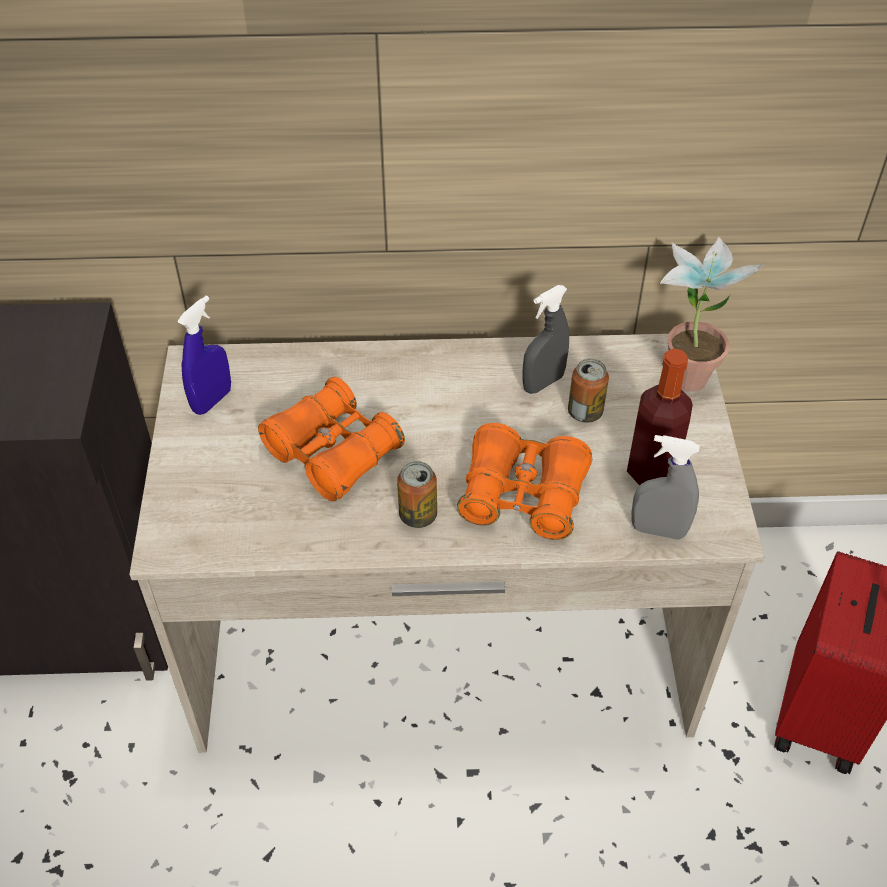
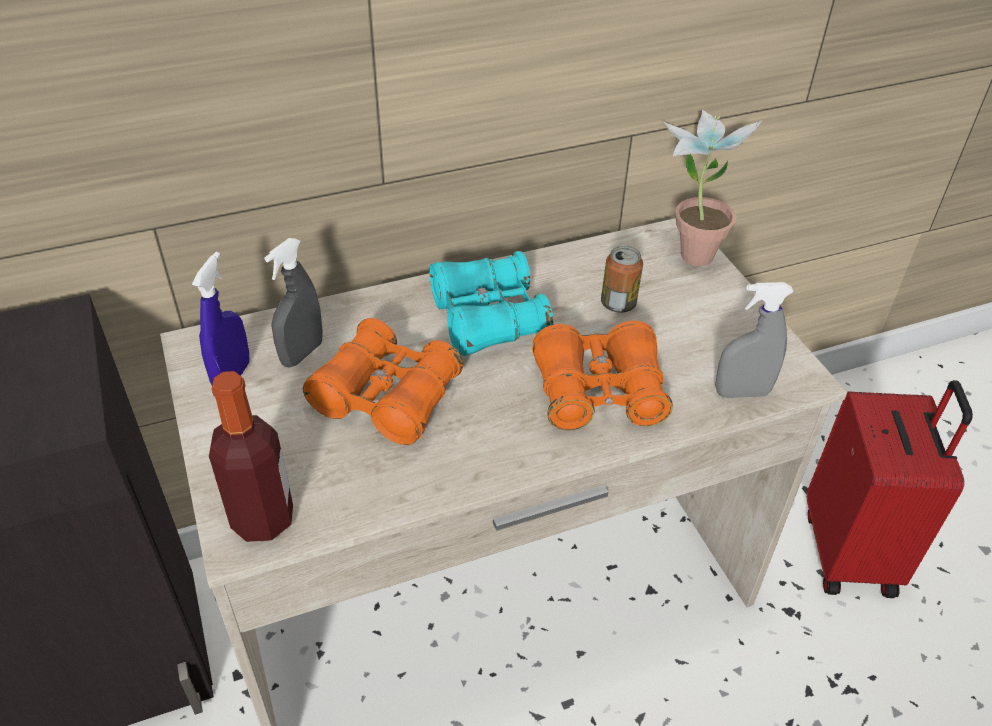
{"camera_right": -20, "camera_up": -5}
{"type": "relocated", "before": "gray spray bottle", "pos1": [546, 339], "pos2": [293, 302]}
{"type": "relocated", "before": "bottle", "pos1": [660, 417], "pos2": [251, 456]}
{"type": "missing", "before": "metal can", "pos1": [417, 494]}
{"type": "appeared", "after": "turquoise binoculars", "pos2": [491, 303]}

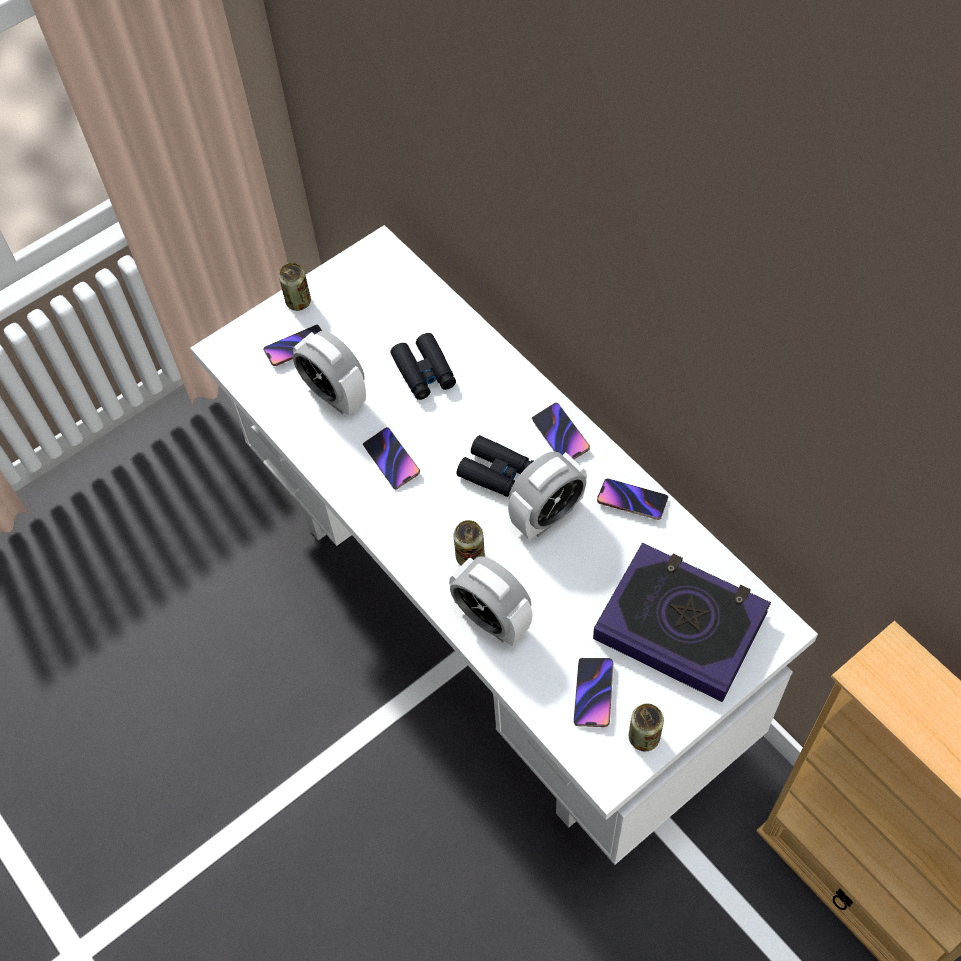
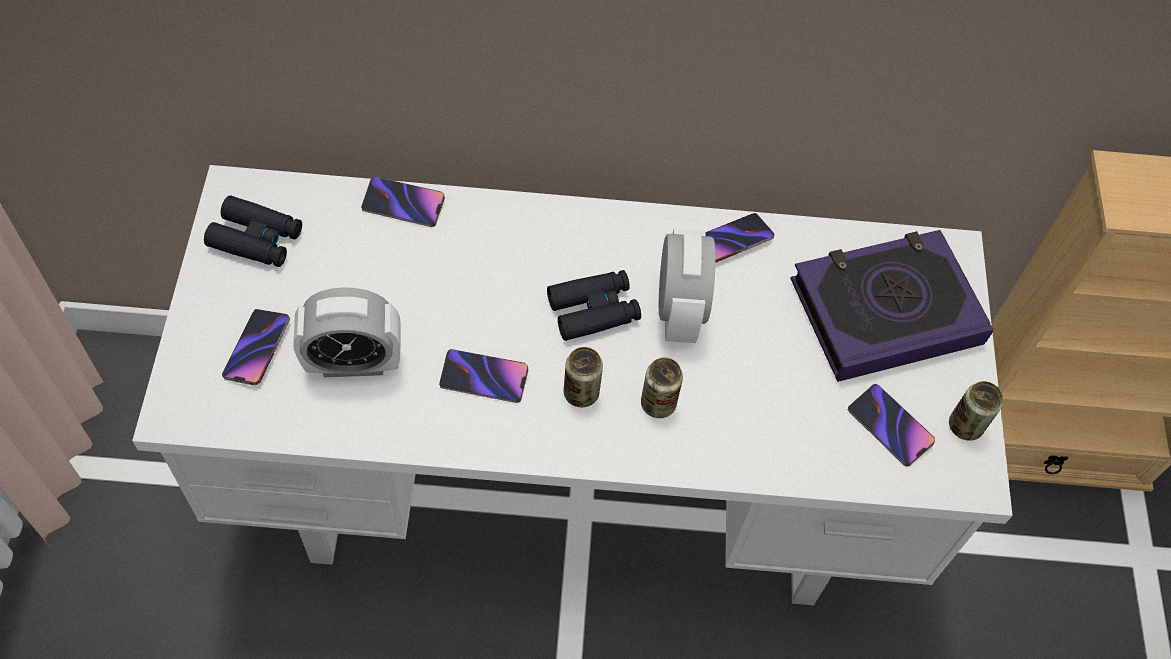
{"camera_right": -55, "camera_up": 0}
{"type": "relocated", "before": "metal can", "pos1": [295, 287], "pos2": [583, 377]}
{"type": "relocated", "before": "black-coloured binoculars", "pos1": [423, 366], "pos2": [253, 231]}
{"type": "relocated", "before": "phone", "pos1": [561, 431], "pos2": [403, 202]}
{"type": "missing", "before": "alarm clock", "pos1": [490, 601]}

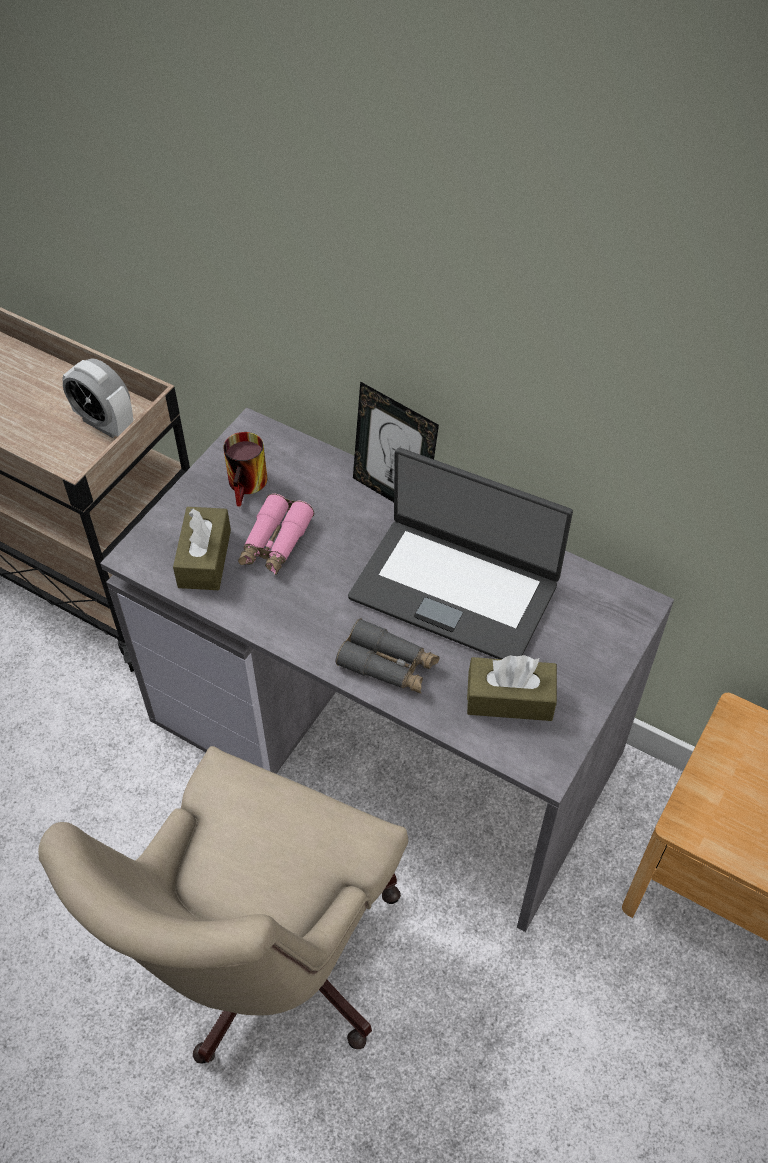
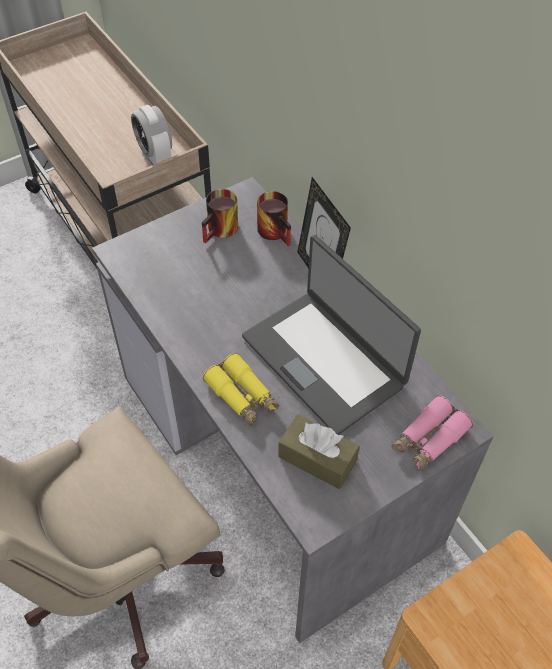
{"camera_right": 25, "camera_up": 0}
{"type": "relocated", "before": "pink-coloured binoculars", "pos1": [276, 534], "pos2": [432, 433]}
{"type": "missing", "before": "brownish tissue box", "pos1": [202, 548]}
{"type": "colour", "before": "gray binoculars", "after": "yellowish binoculars", "pos1": [387, 656], "pos2": [241, 390]}
{"type": "appeared", "after": "tea mug", "pos2": [274, 218]}

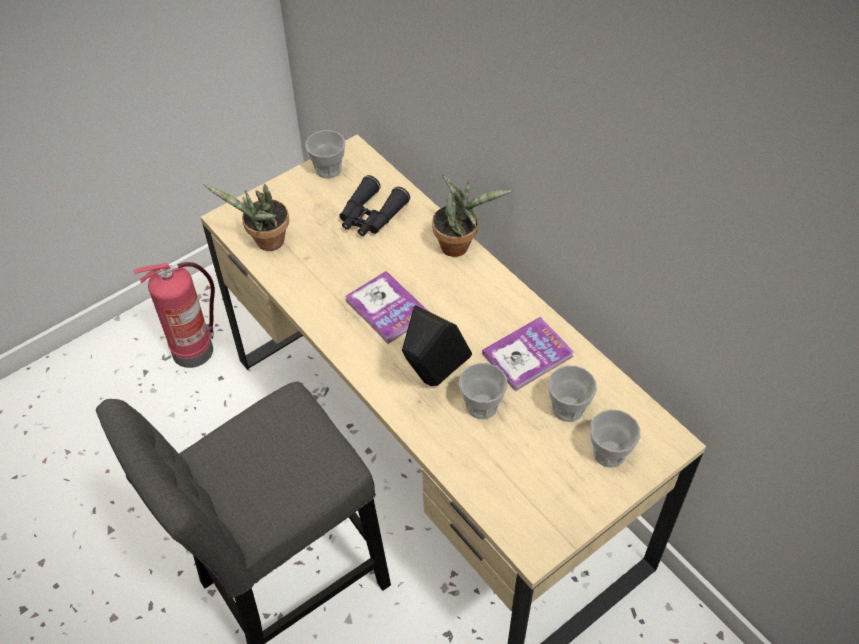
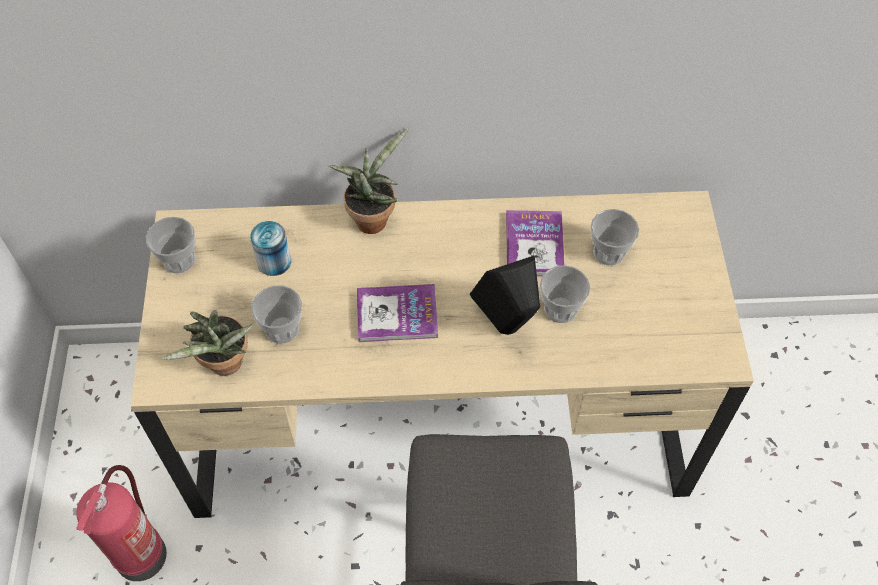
{"camera_right": -55, "camera_up": 5}
{"type": "exchanged", "before": "black-coloured binoculars", "after": "metal can", "pos1": [374, 205], "pos2": [270, 248]}
{"type": "relocated", "before": "drinking cup", "pos1": [615, 438], "pos2": [276, 314]}

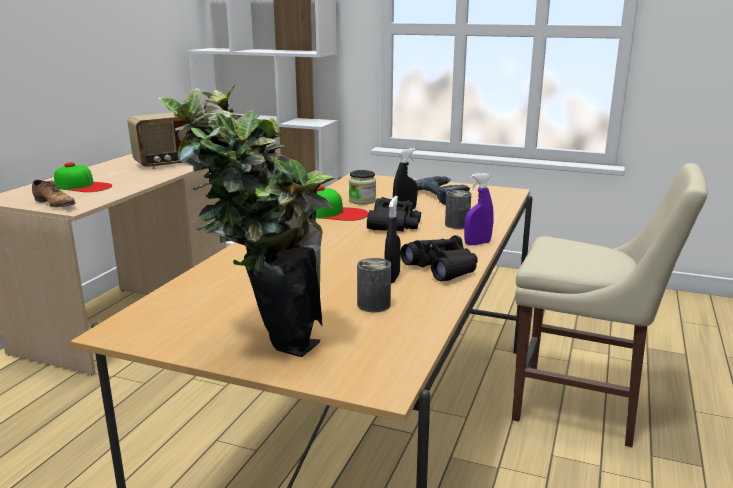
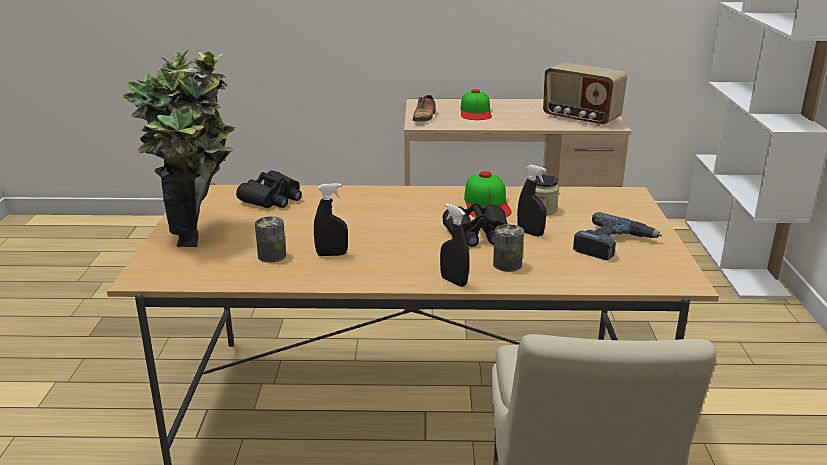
{"camera_right": 70, "camera_up": 5}
{"type": "colour", "before": "purple-coloured spray bottle", "after": "black-coloured spray bottle", "pos1": [479, 209], "pos2": [454, 245]}
{"type": "relocated", "before": "black-coloured binoculars", "pos1": [439, 258], "pos2": [269, 189]}

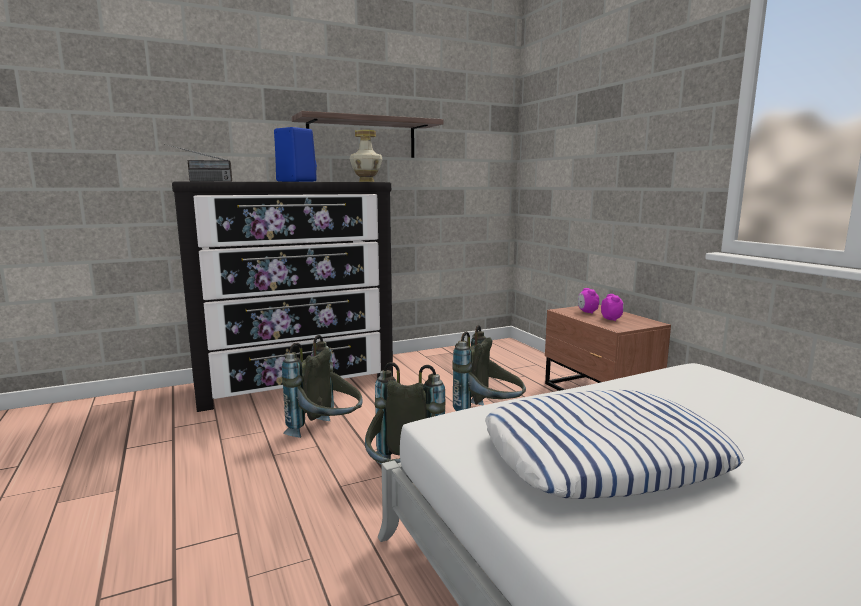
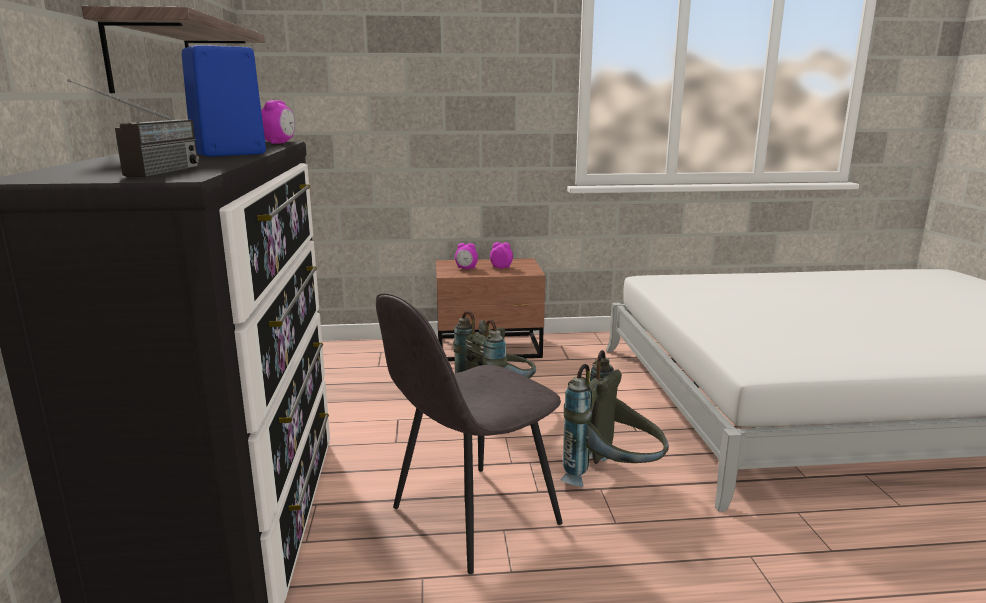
{"camera_right": -70, "camera_up": 5}
{"type": "exchanged", "before": "flower vase", "after": "alarm clock", "pos1": [366, 156], "pos2": [278, 122]}
{"type": "exchanged", "before": "gray backpack", "after": "gray upright chair", "pos1": [322, 386], "pos2": [469, 433]}
{"type": "missing", "before": "pillow", "pos1": [614, 444]}

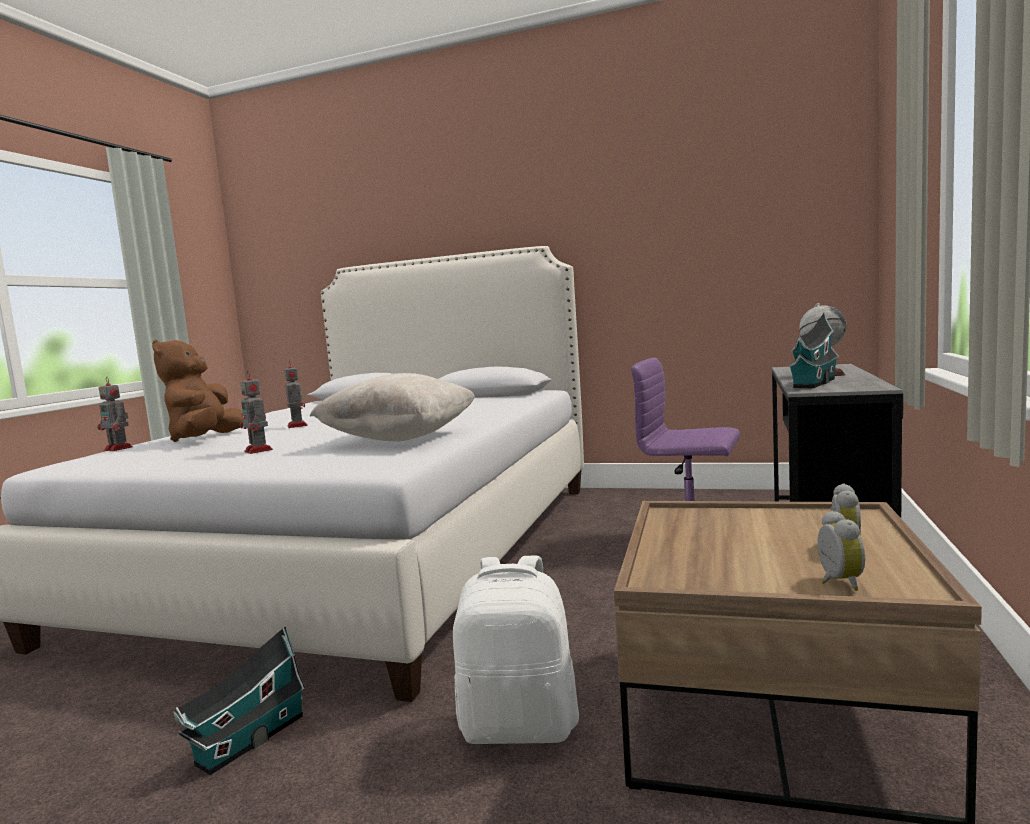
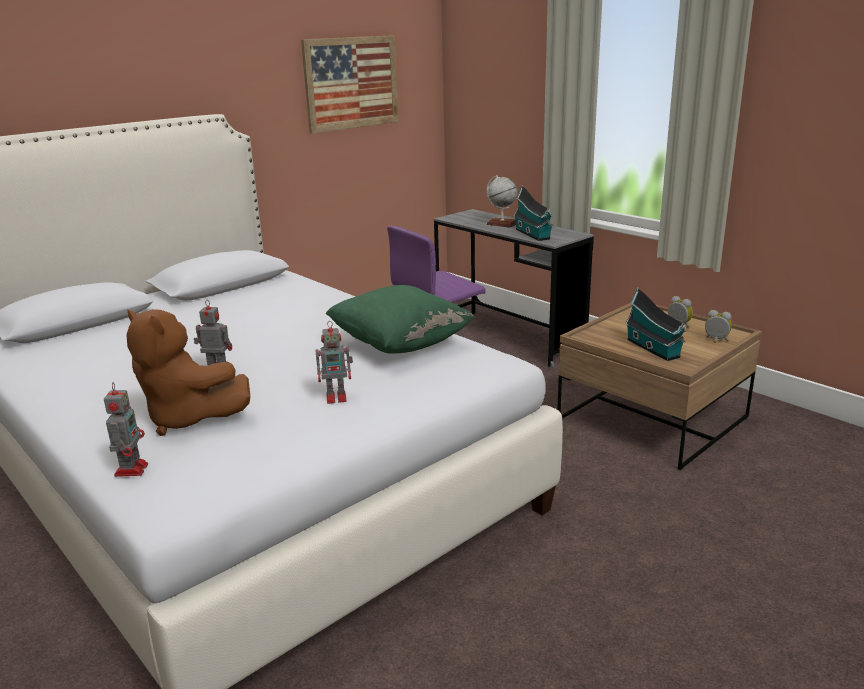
{"camera_right": -60, "camera_up": 15}
{"type": "colour", "before": "beige-coloured pillow", "after": "green pillow", "pos1": [392, 407], "pos2": [400, 319]}
{"type": "spun", "before": "robot figure", "pos1": [115, 414], "pos2": [126, 429], "turn": -60}
{"type": "missing", "before": "white-coloured backpack", "pos1": [516, 649]}
{"type": "relocated", "before": "miniature house", "pos1": [239, 700], "pos2": [655, 324]}
{"type": "appeared", "after": "wall art", "pos2": [349, 84]}

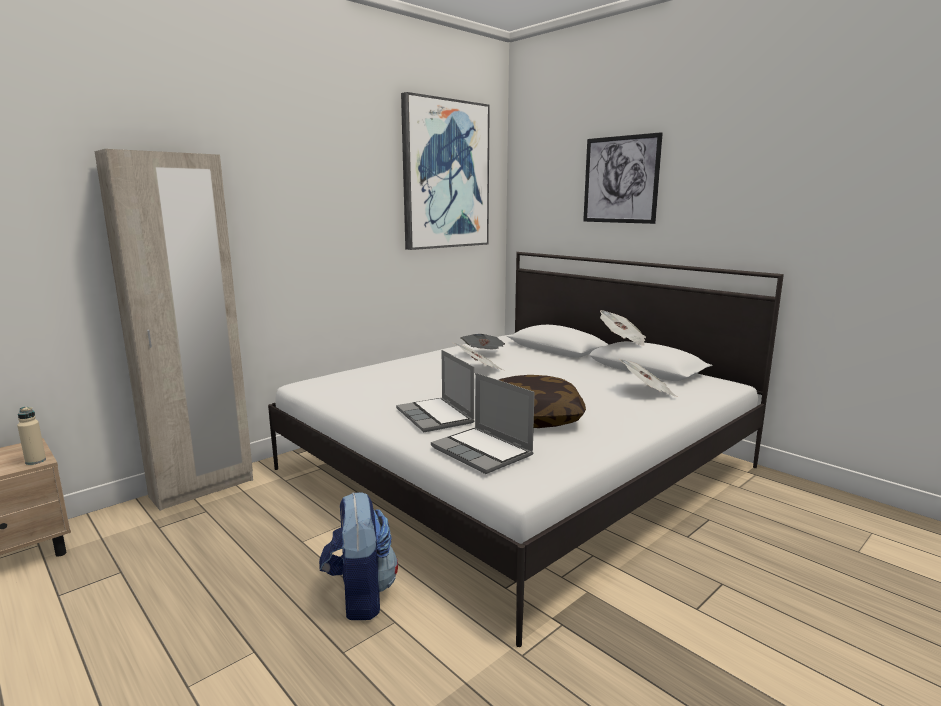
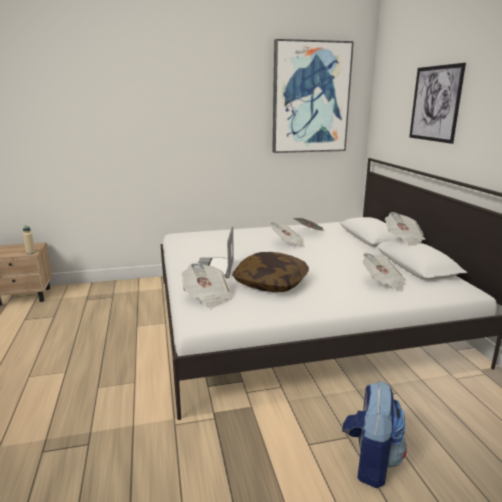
{"camera_right": 30, "camera_up": 5}
{"type": "missing", "before": "beige-coloured armoire", "pos1": [174, 330]}
{"type": "exchanged", "before": "portable computer", "after": "printed paper", "pos1": [483, 423], "pos2": [206, 285]}
{"type": "relocated", "before": "backpack", "pos1": [358, 556], "pos2": [374, 434]}

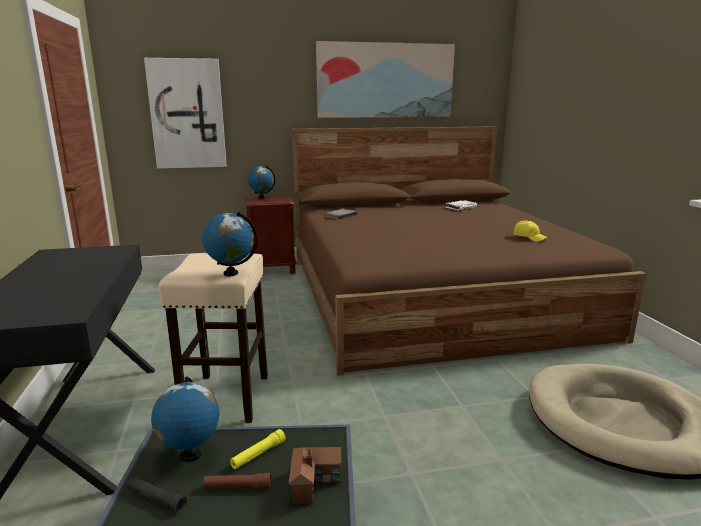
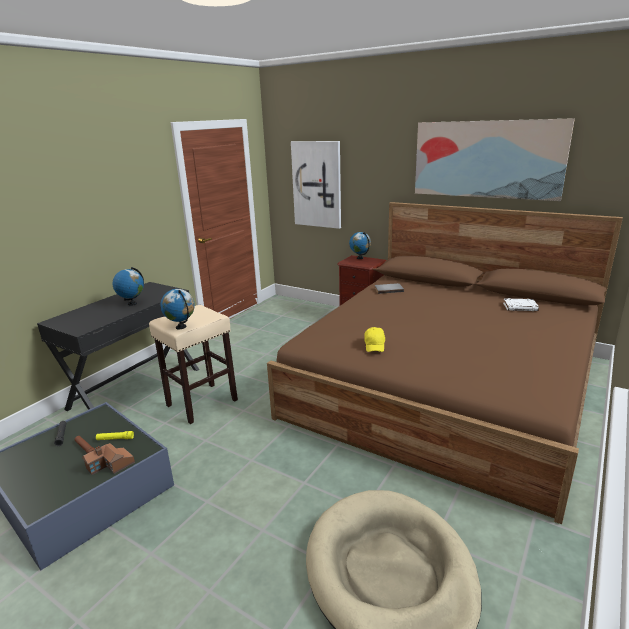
{"camera_right": 45, "camera_up": 5}
{"type": "relocated", "before": "yellowish peaked cap", "pos1": [531, 231], "pos2": [374, 339]}
{"type": "relocated", "before": "world globe", "pos1": [185, 419], "pos2": [128, 286]}

